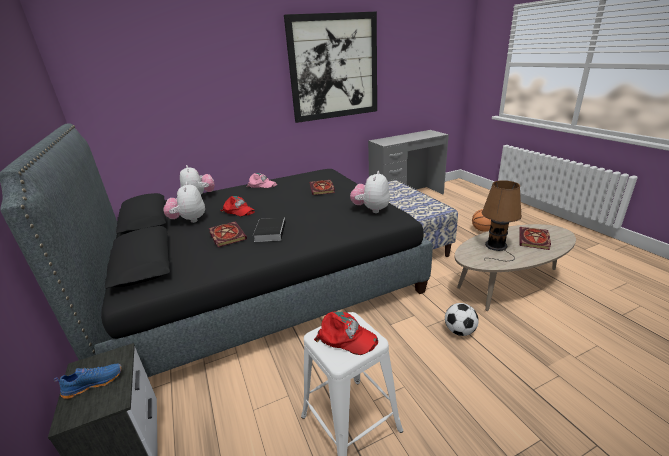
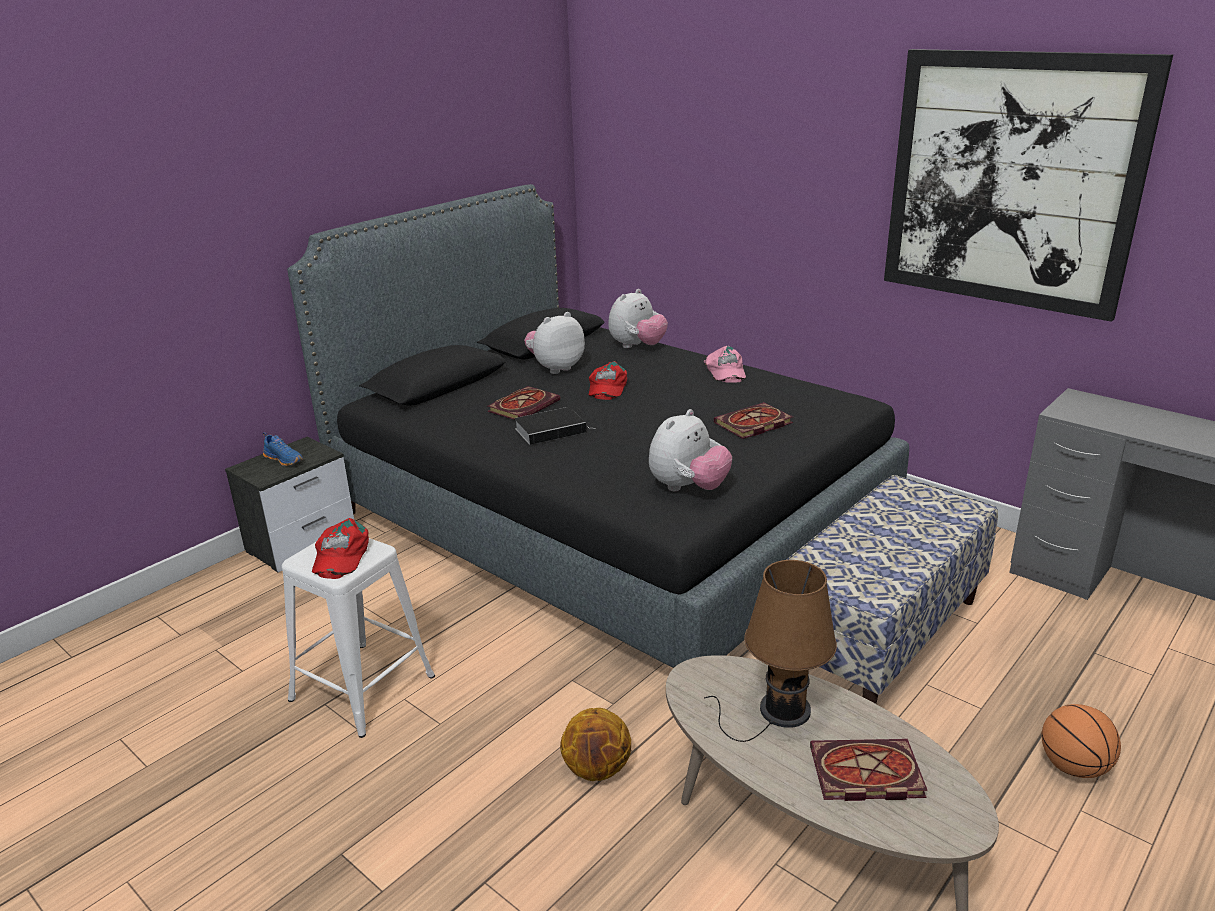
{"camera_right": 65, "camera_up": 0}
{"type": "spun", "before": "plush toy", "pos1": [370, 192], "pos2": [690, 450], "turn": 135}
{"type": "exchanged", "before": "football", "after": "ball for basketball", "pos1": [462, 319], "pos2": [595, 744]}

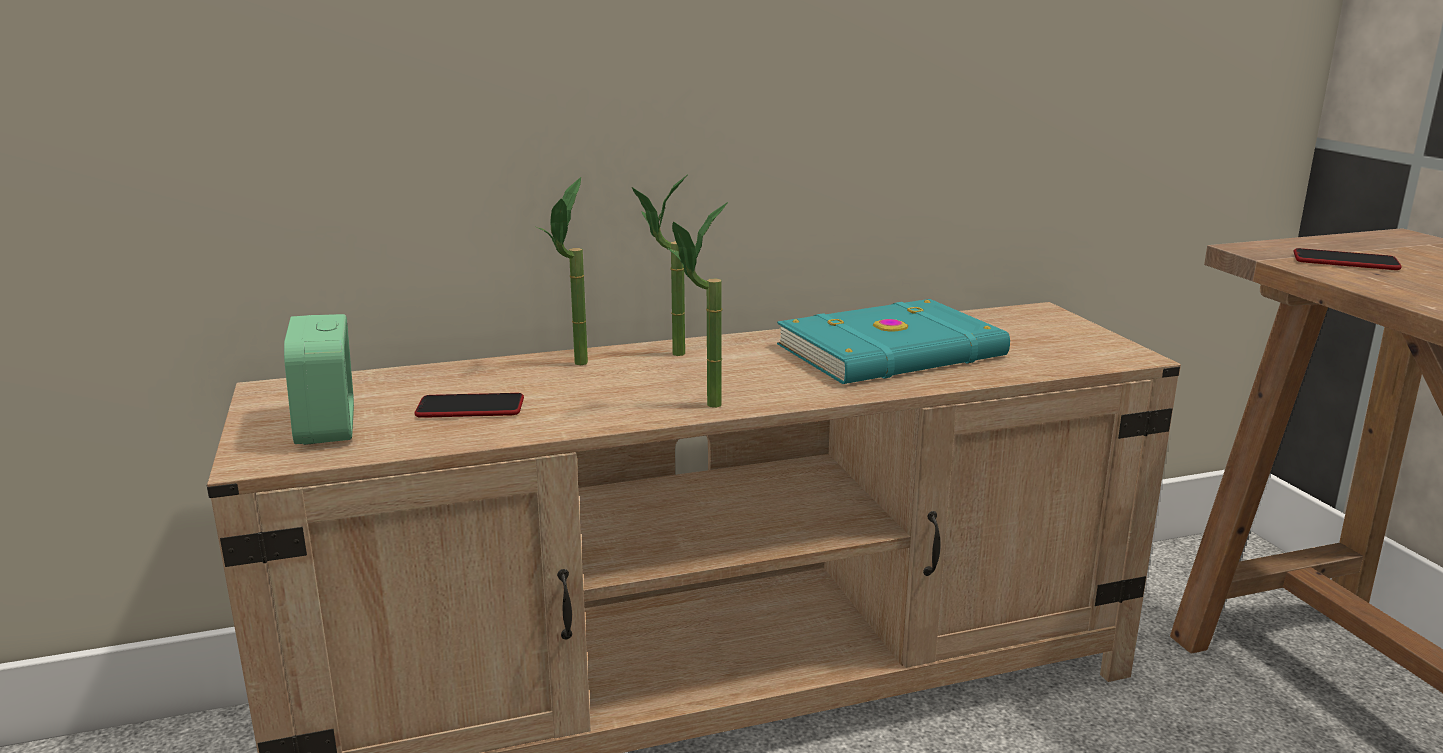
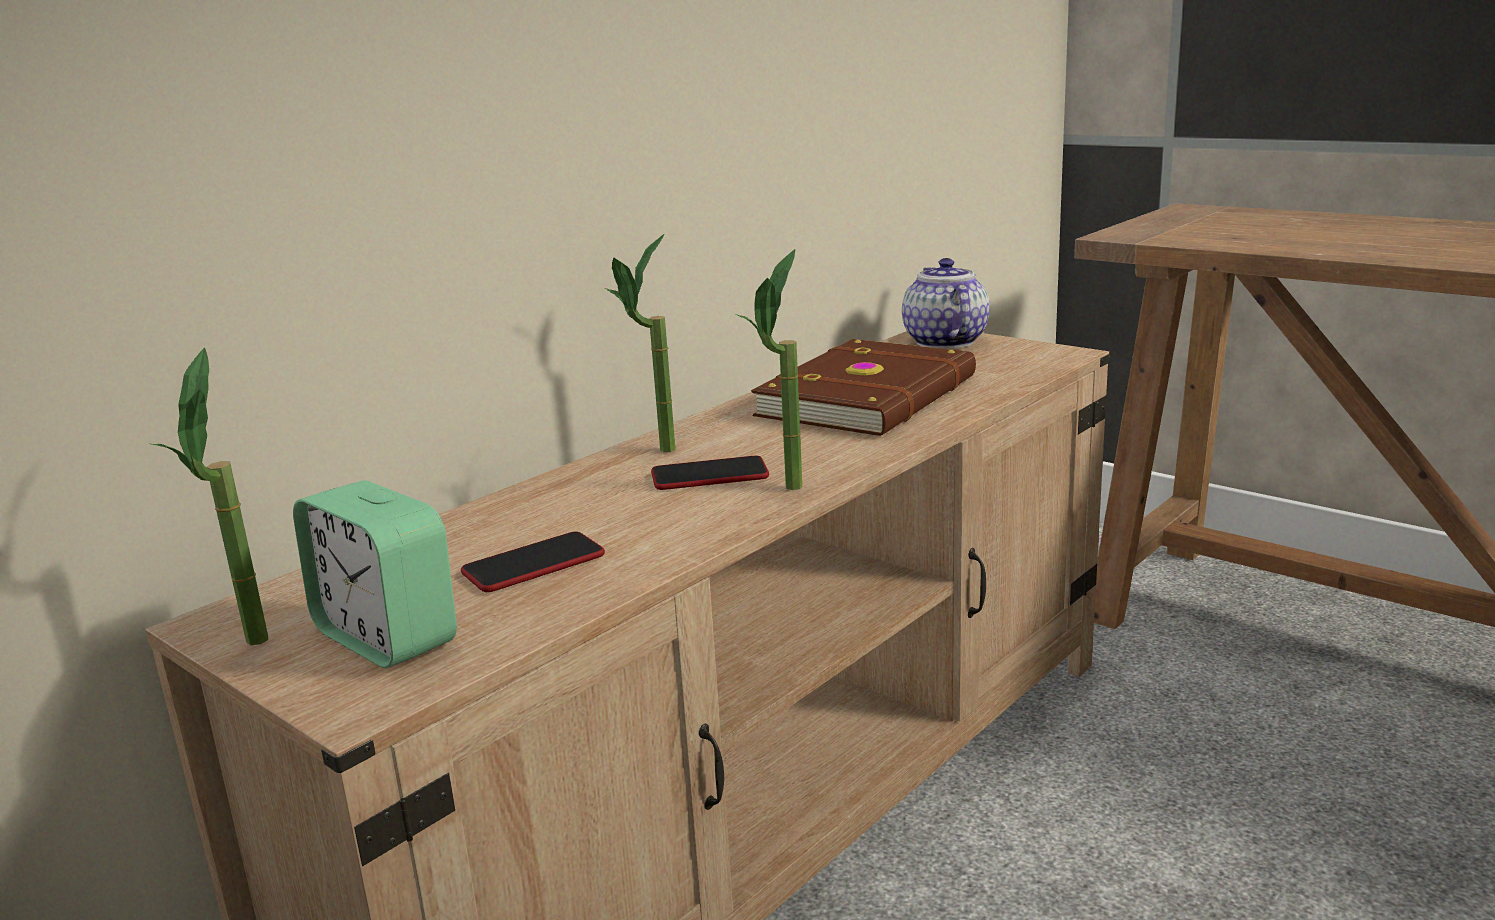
{"camera_right": -30, "camera_up": 0}
{"type": "relocated", "before": "plant in a pot", "pos1": [562, 271], "pos2": [210, 496]}
{"type": "relocated", "before": "phone", "pos1": [1348, 259], "pos2": [710, 473]}
{"type": "colour", "before": "turquoise volume", "after": "brownish volume", "pos1": [893, 341], "pos2": [863, 387]}
{"type": "appeared", "after": "tea pot", "pos2": [946, 303]}

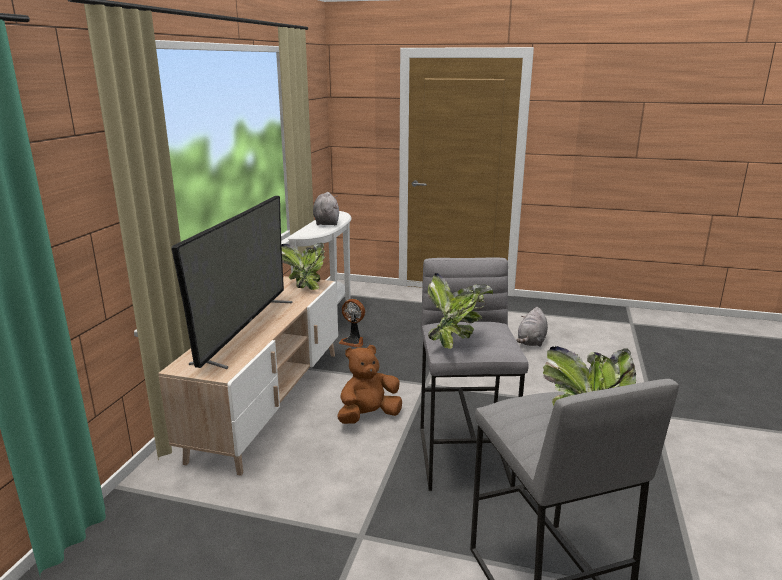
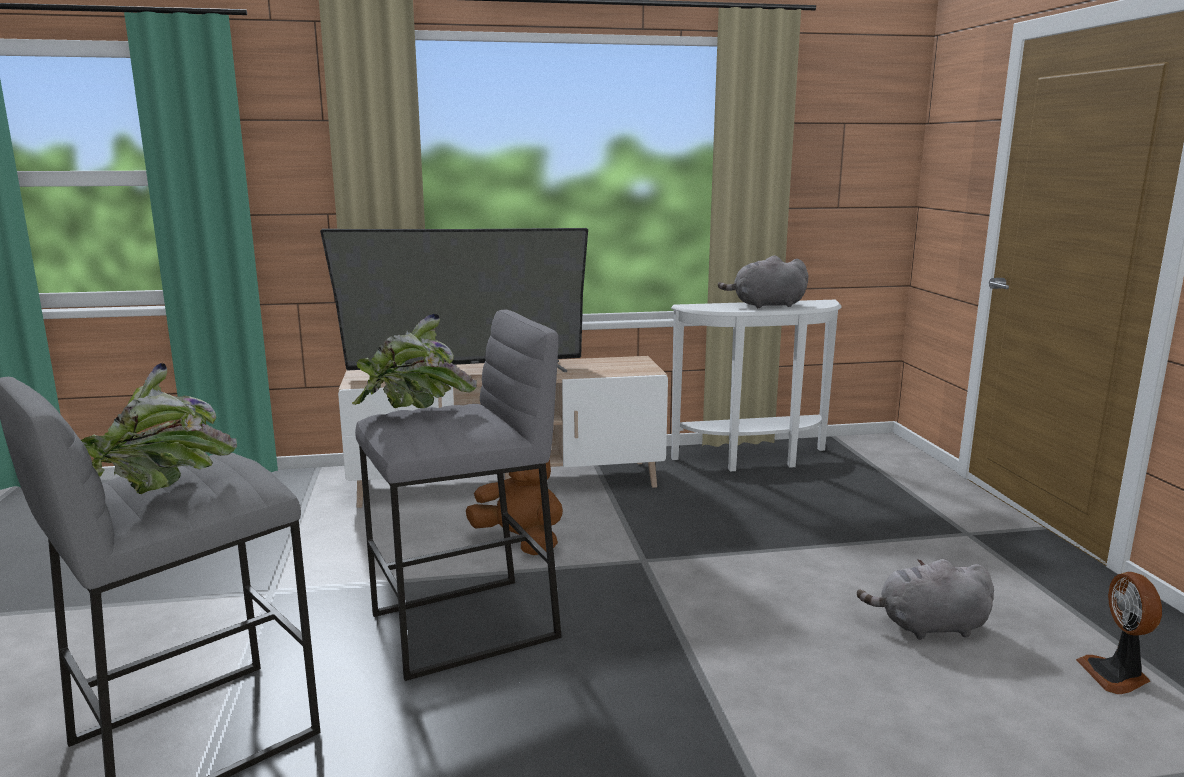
{"camera_right": 65, "camera_up": -5}
{"type": "spun", "before": "gray plush toy", "pos1": [326, 208], "pos2": [763, 281], "turn": -150}
{"type": "missing", "before": "plant in a pot", "pos1": [303, 266]}
{"type": "relocated", "before": "cooling fan", "pos1": [352, 323], "pos2": [1119, 633]}

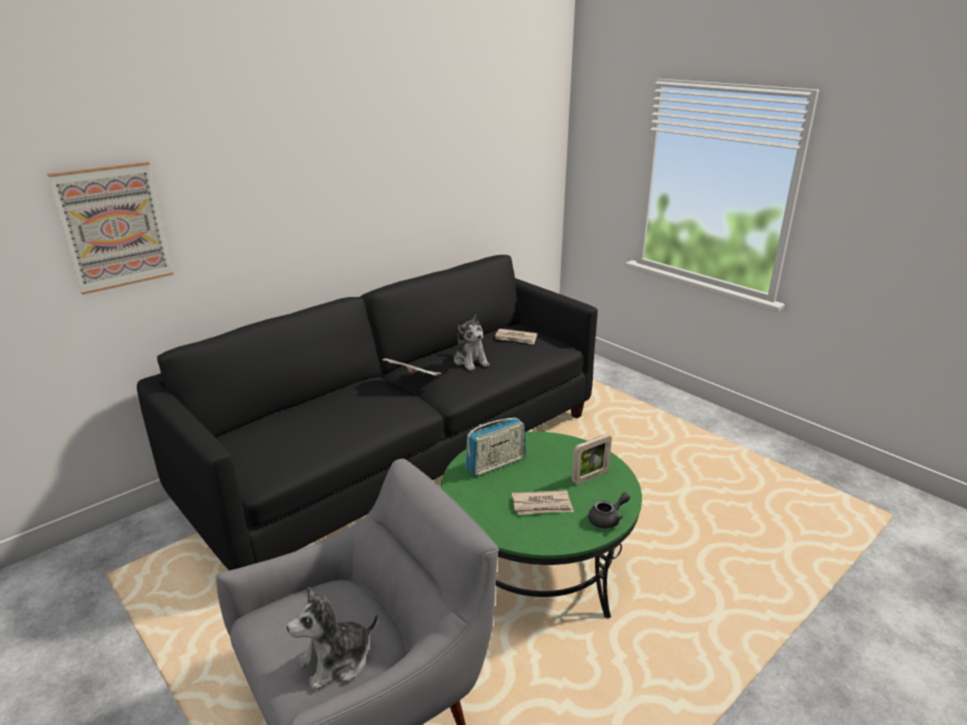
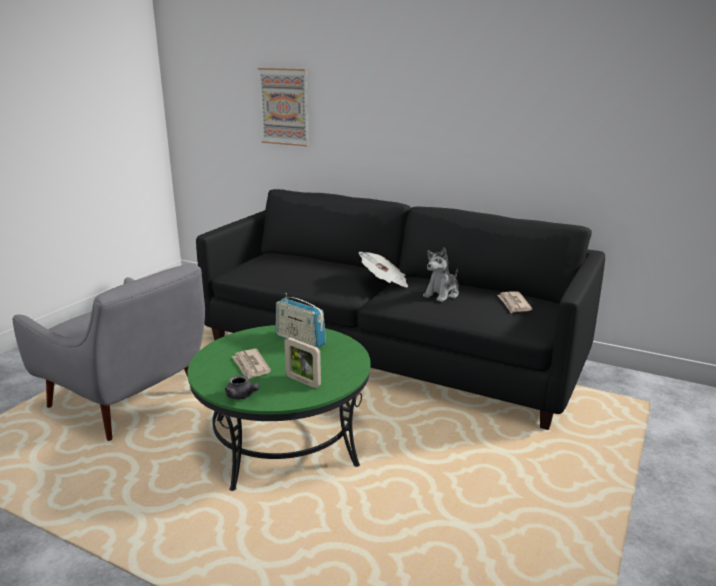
{"camera_right": 70, "camera_up": -5}
{"type": "missing", "before": "plush toy", "pos1": [332, 638]}

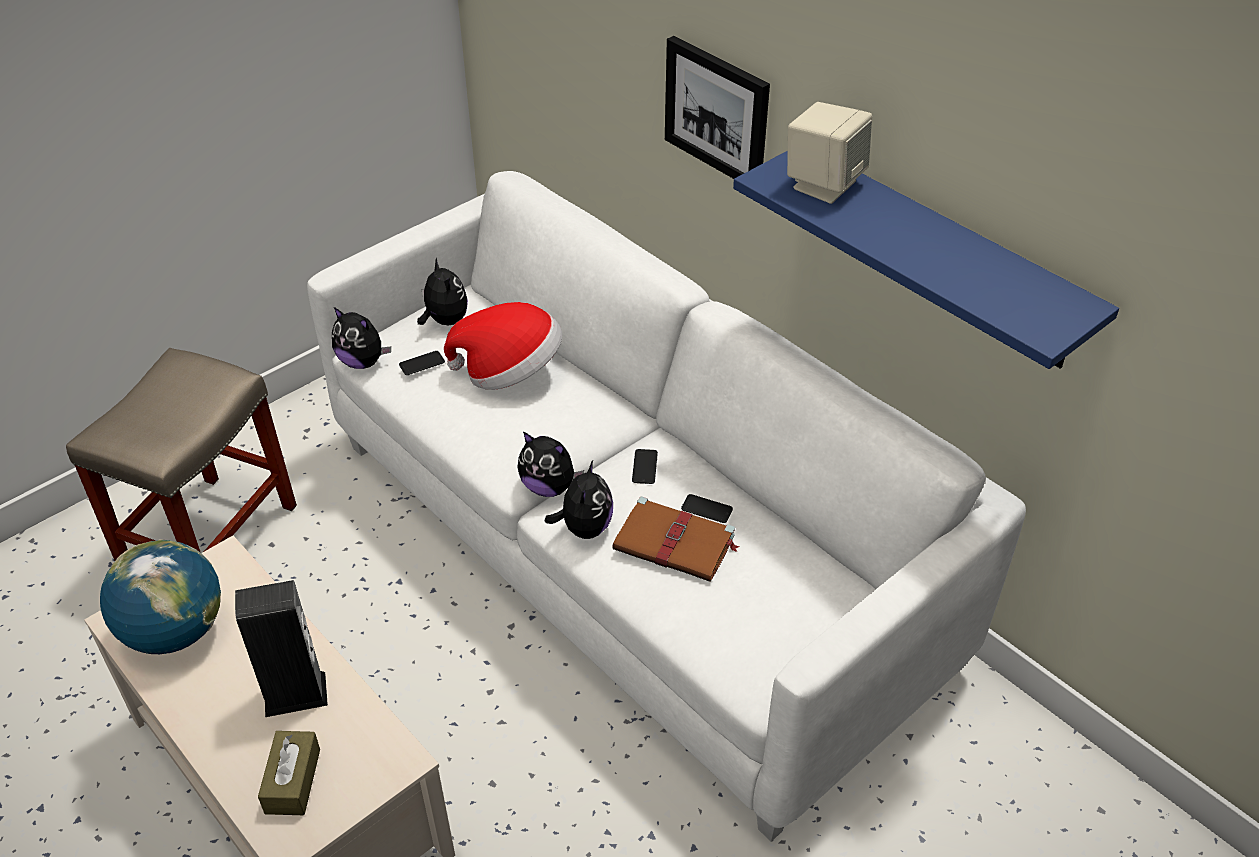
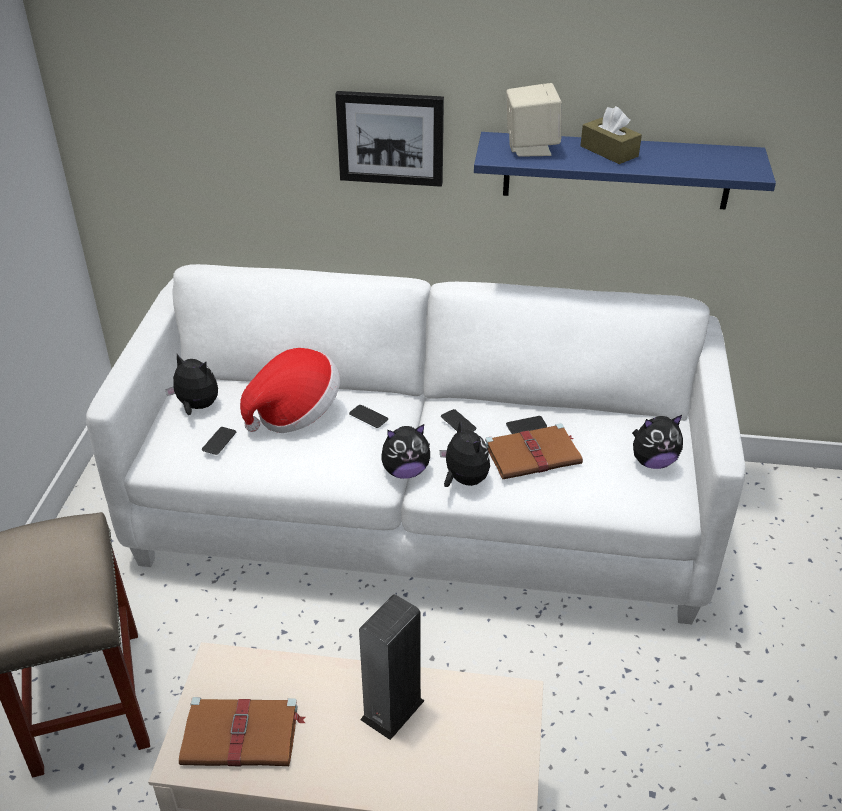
{"camera_right": -40, "camera_up": -5}
{"type": "relocated", "before": "plush toy", "pos1": [361, 338], "pos2": [657, 442]}
{"type": "exchanged", "before": "world globe", "after": "brownish volume", "pos1": [160, 597], "pos2": [242, 731]}
{"type": "relocated", "before": "brownish tissue box", "pos1": [289, 773], "pos2": [611, 135]}
{"type": "appeared", "after": "phone", "pos2": [368, 416]}

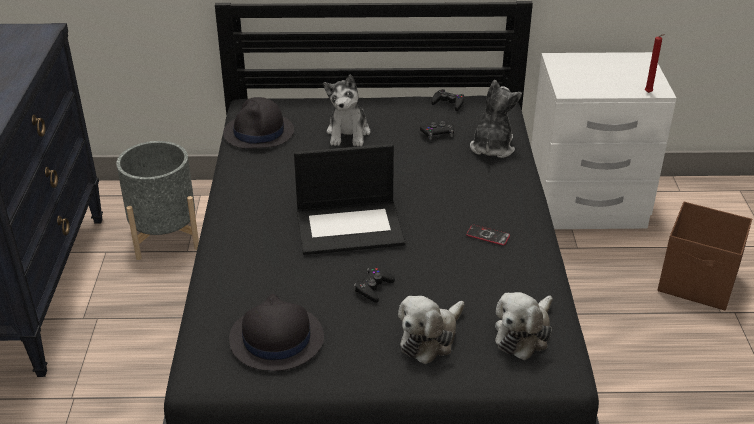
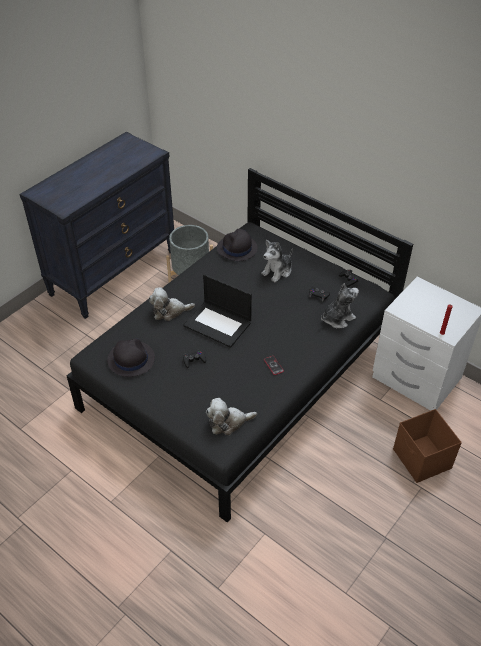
{"camera_right": 40, "camera_up": 10}
{"type": "relocated", "before": "plush toy", "pos1": [431, 330], "pos2": [172, 304]}

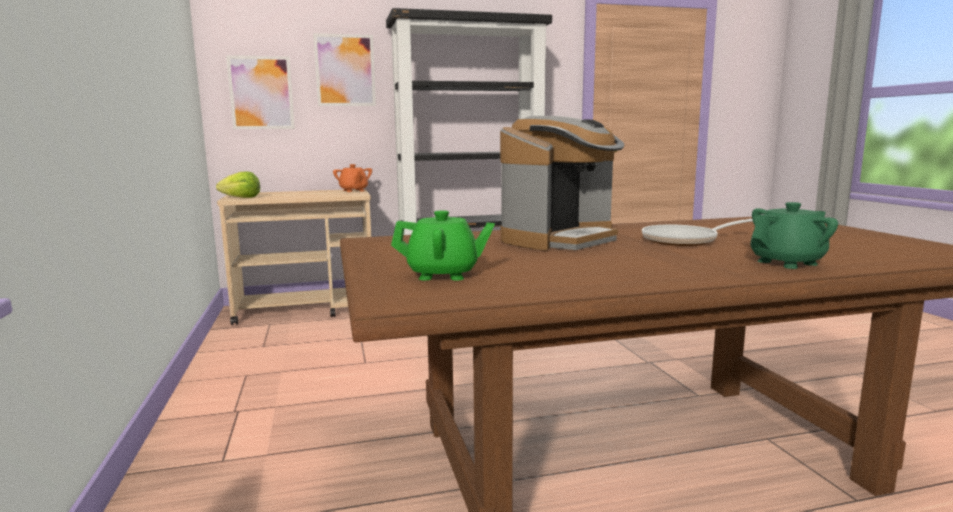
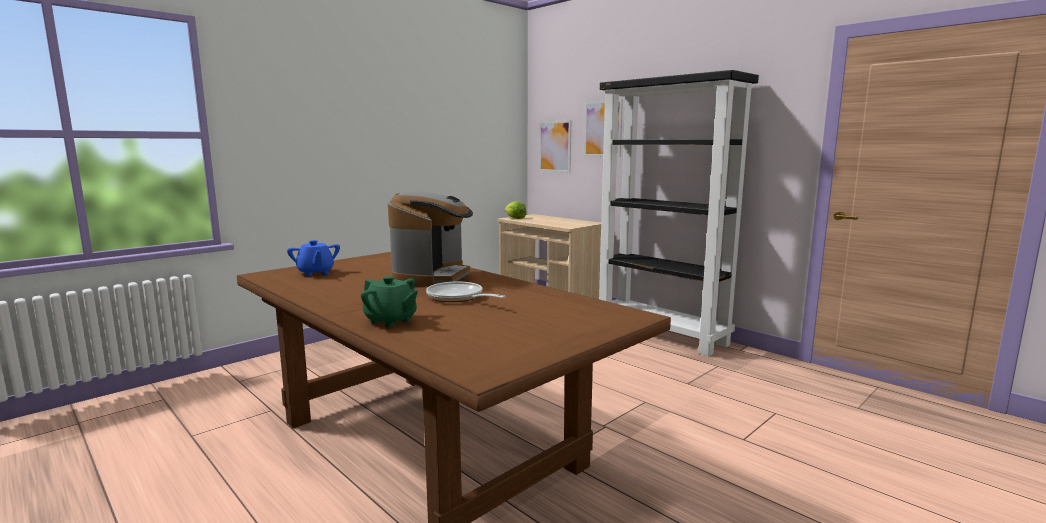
{"camera_right": 60, "camera_up": 0}
{"type": "spun", "before": "coffee machine", "pos1": [562, 183], "pos2": [430, 239], "turn": -90}
{"type": "missing", "before": "orange-coloured tea pot", "pos1": [352, 178]}
{"type": "colour", "before": "green tea pot", "after": "blue-coloured tea pot", "pos1": [443, 245], "pos2": [313, 258]}

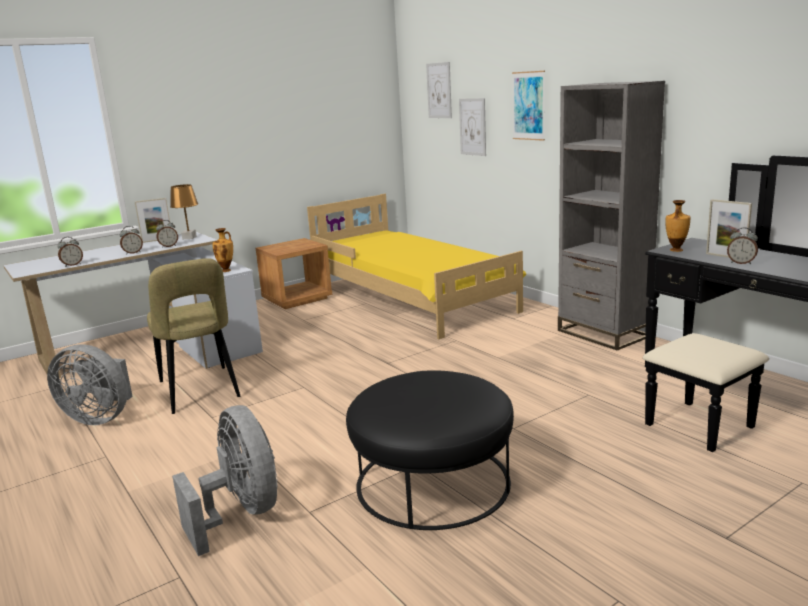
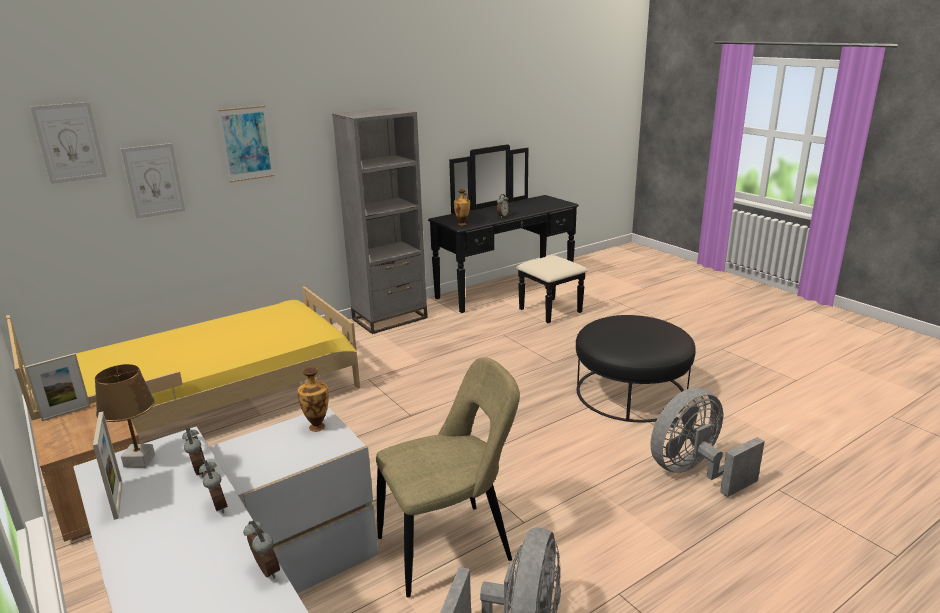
{"camera_right": -90, "camera_up": 5}
{"type": "relocated", "before": "standing frame", "pos1": [729, 228], "pos2": [57, 387]}

